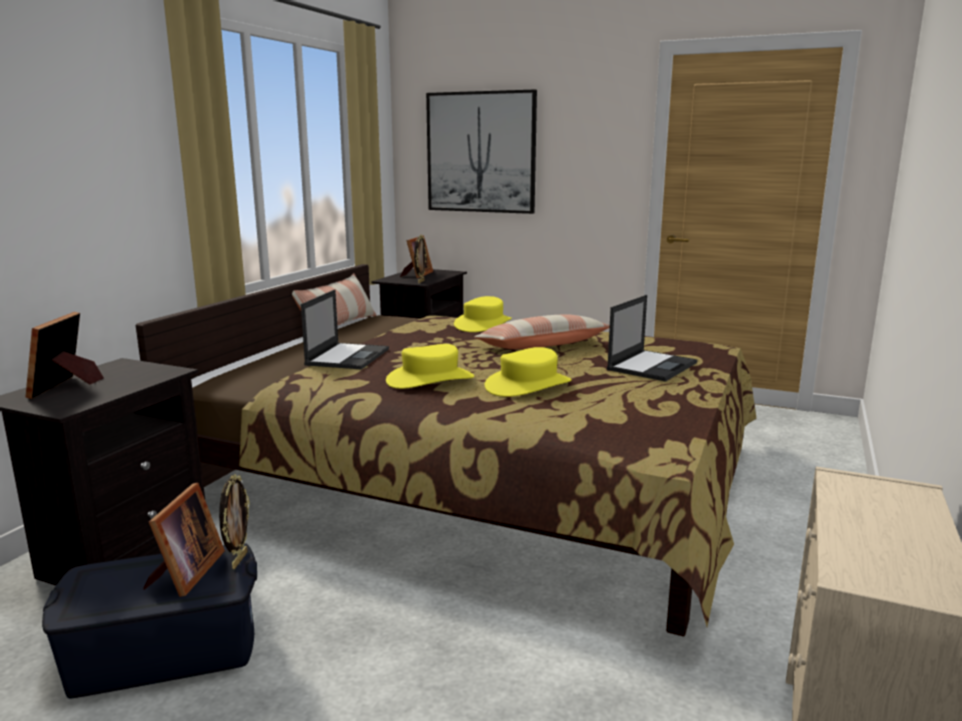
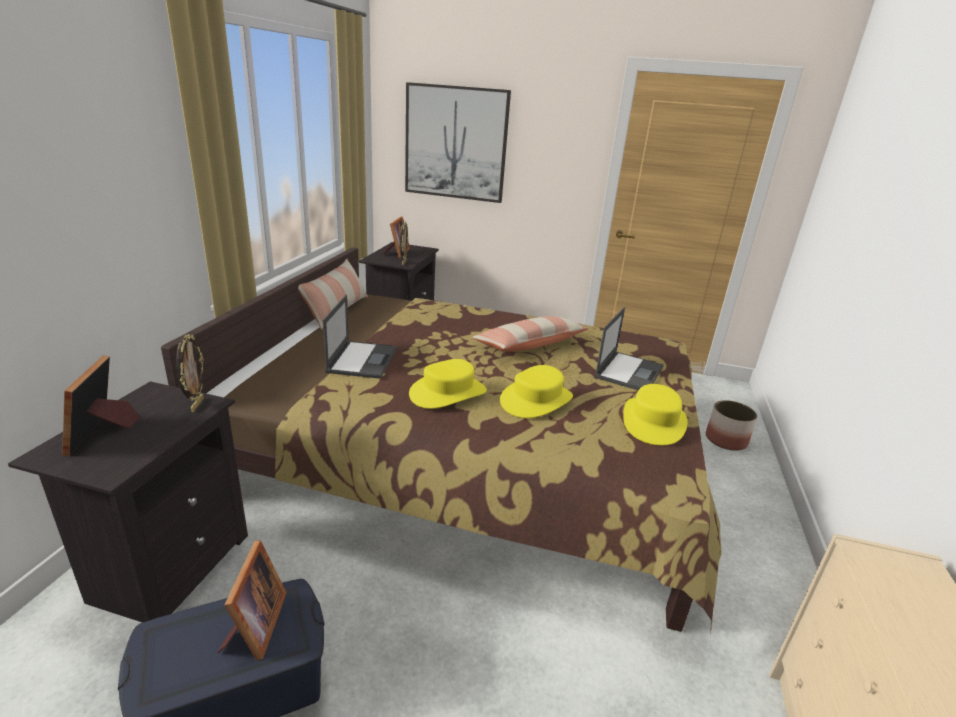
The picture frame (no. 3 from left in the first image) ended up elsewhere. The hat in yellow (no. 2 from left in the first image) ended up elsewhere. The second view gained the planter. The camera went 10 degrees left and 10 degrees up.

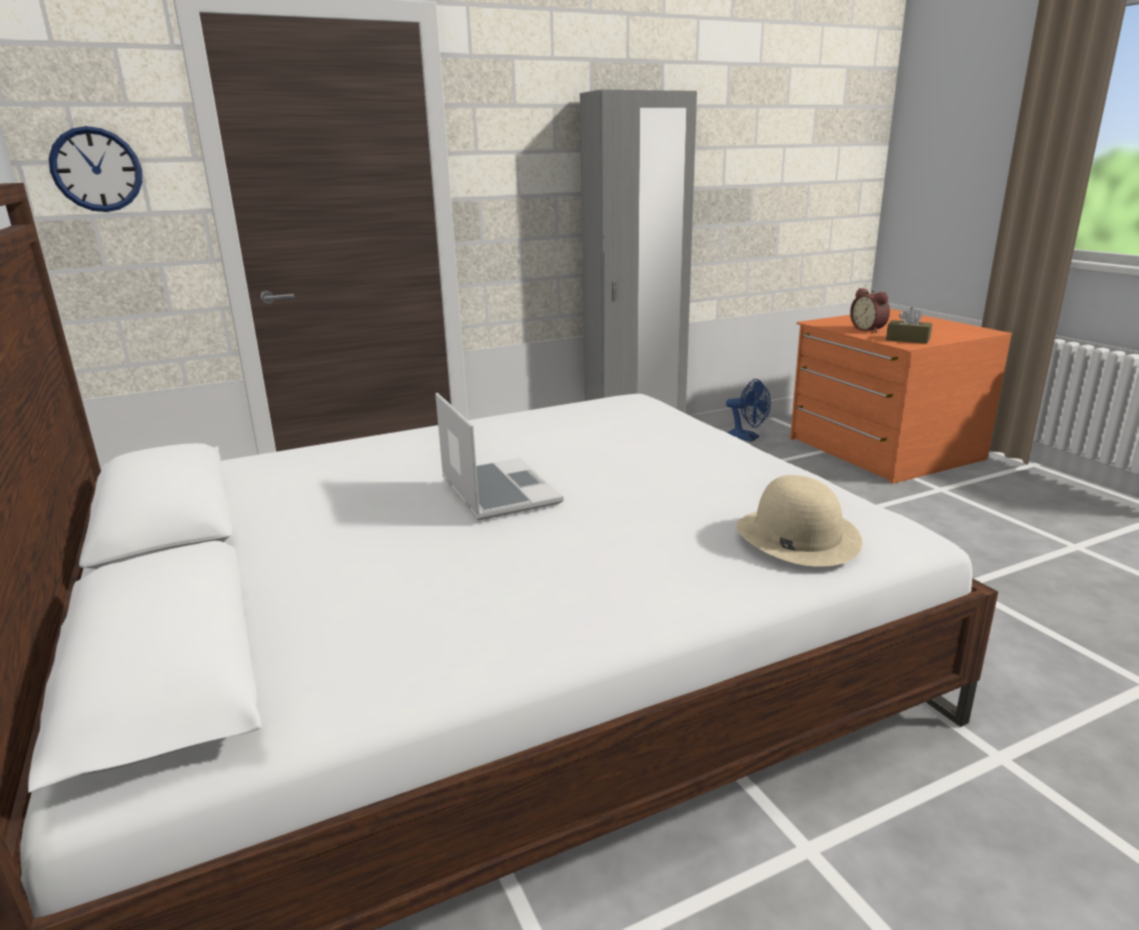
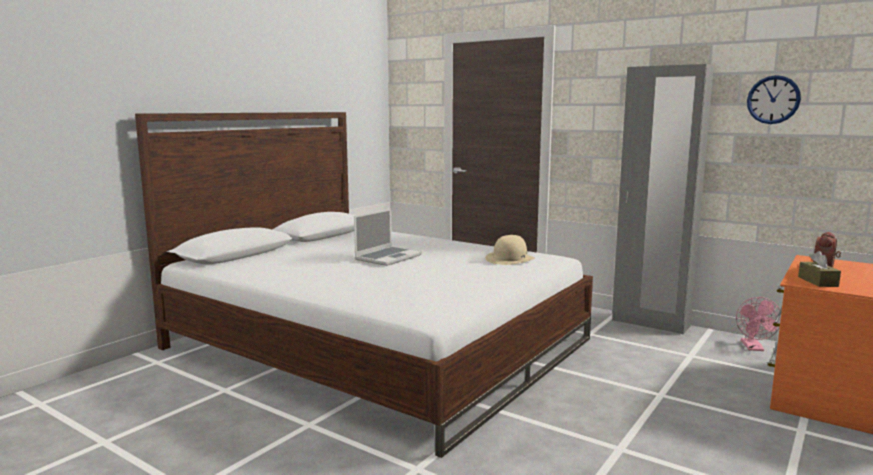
The wall clock ended up elsewhere. What was the fan in blue turned into the fan in pink. The hat in beige ended up elsewhere. The camera went 60 degrees right and 10 degrees down.

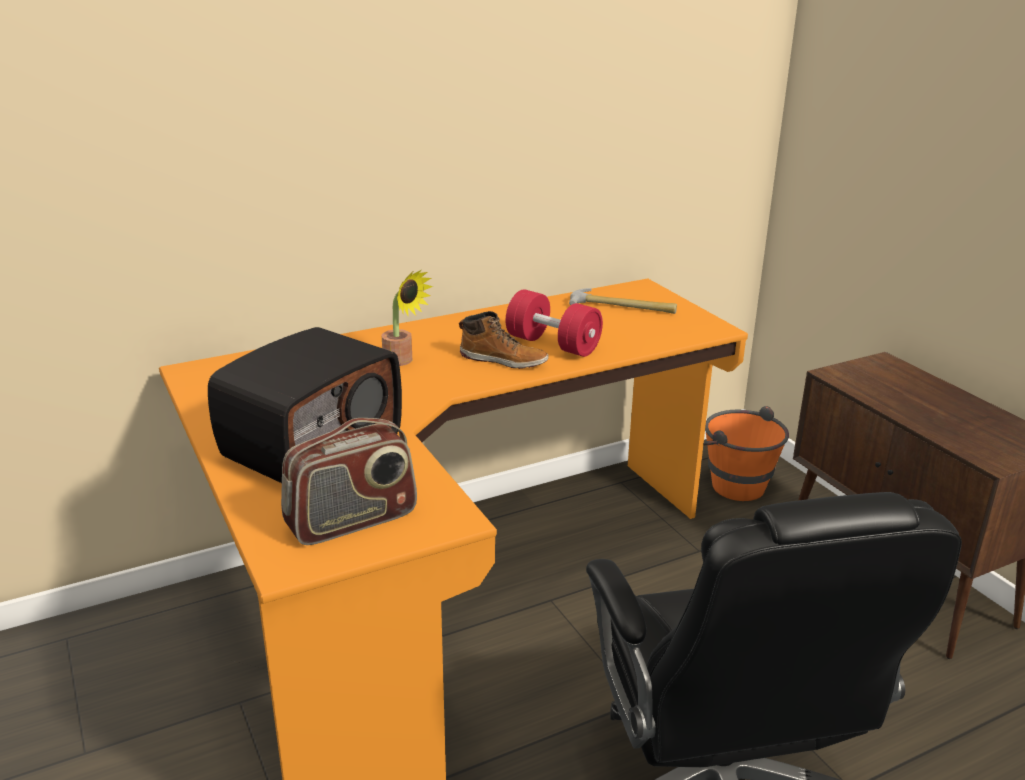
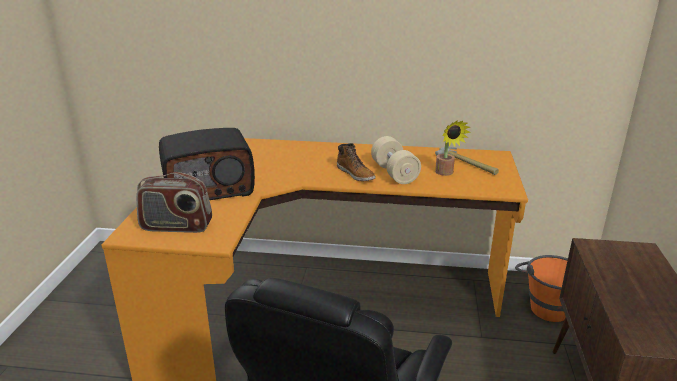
The potted plant ended up elsewhere. What was the dumbbell in red turned into the dumbbell in beige. The camera went 35 degrees right and 0 degrees up.

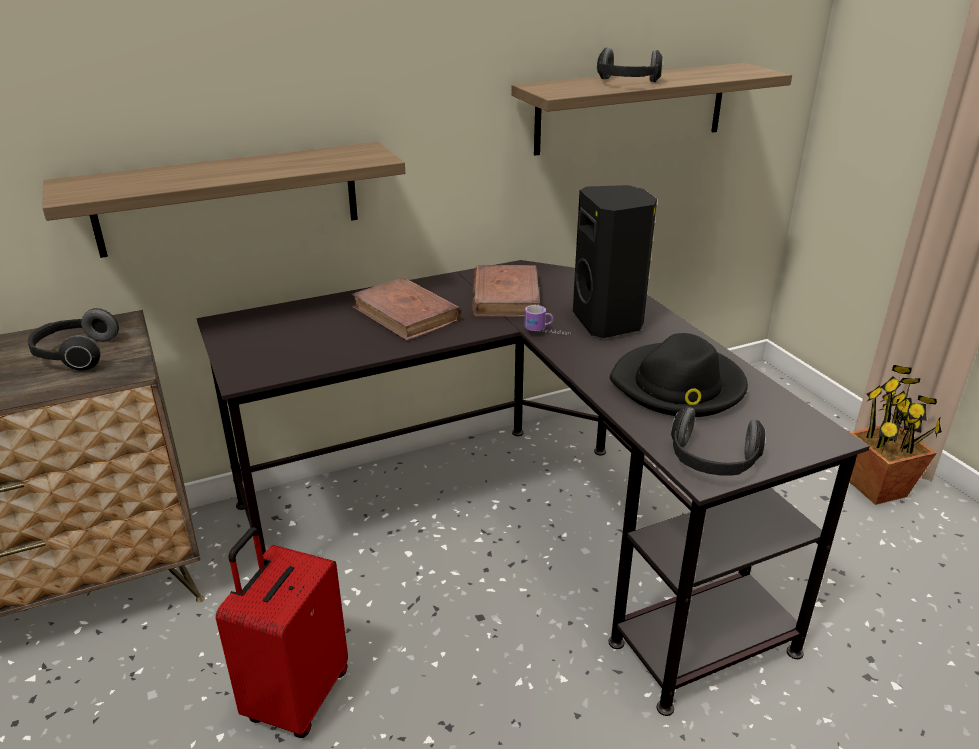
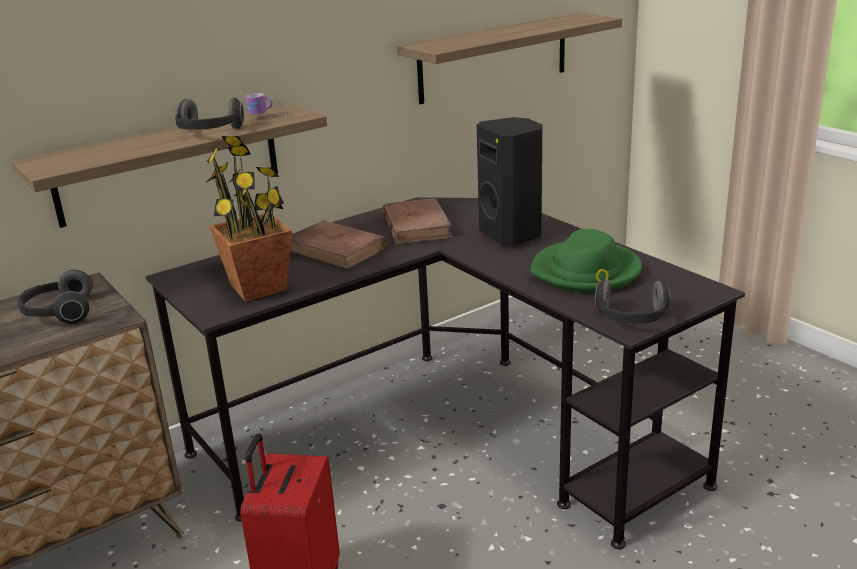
The mug ended up elsewhere. The headphones (no. 2 from left) ended up elsewhere. What was the hat in black turned into the hat in green. The potted plant ended up elsewhere. The camera went 10 degrees left and 5 degrees down.

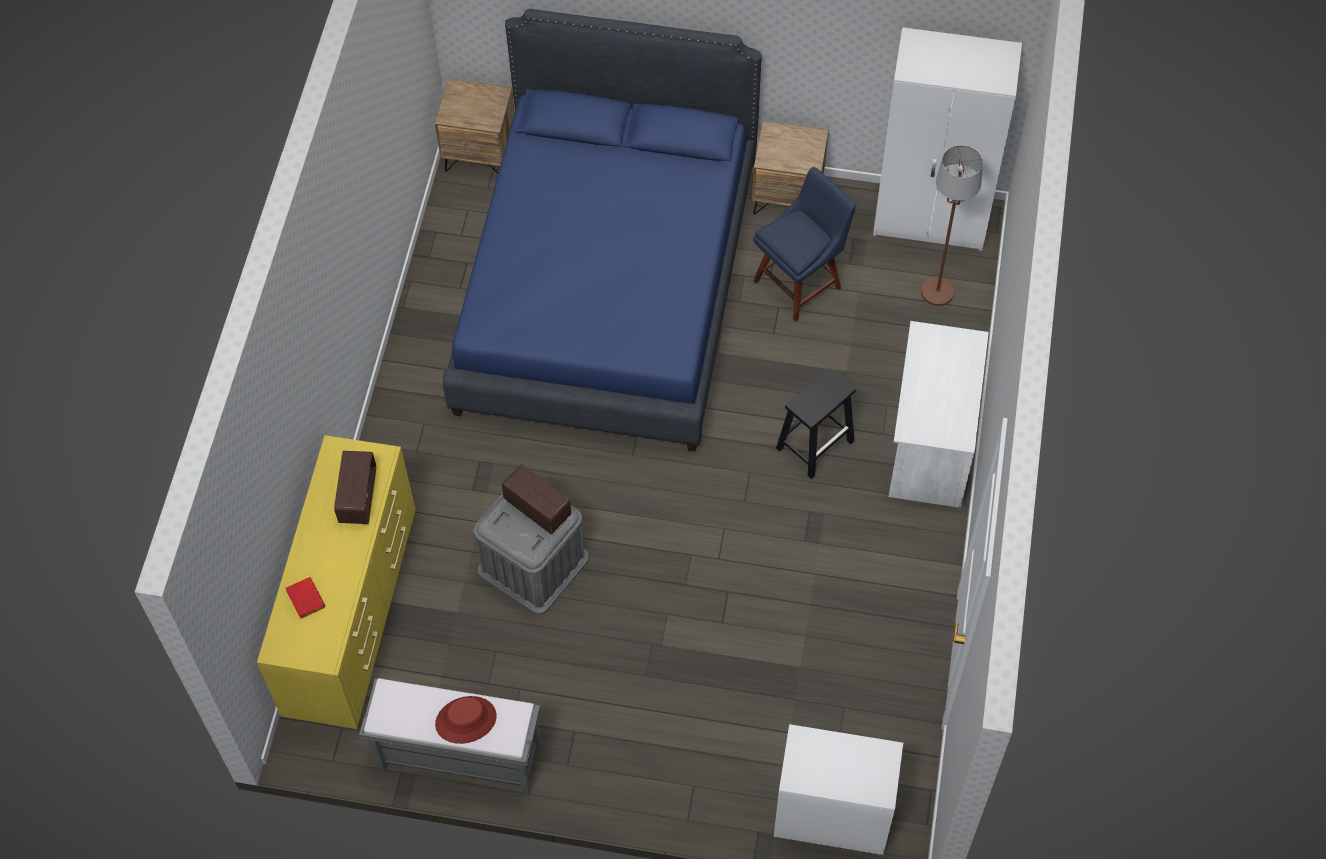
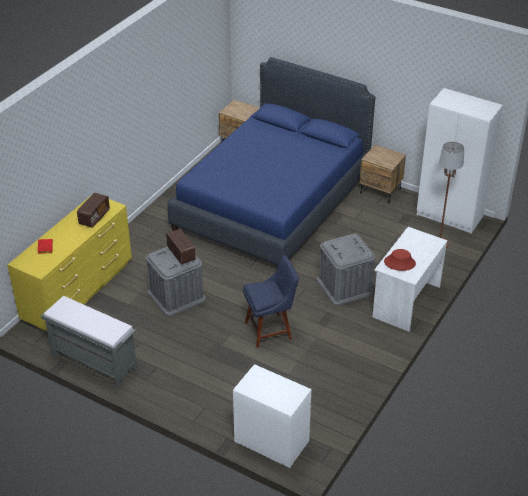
The hat in red ended up elsewhere. The chair in blue ended up elsewhere. Where the stool in black stood, the storage box in grey (no. 2 from left) came to stand. The camera went 20 degrees right and 20 degrees down.

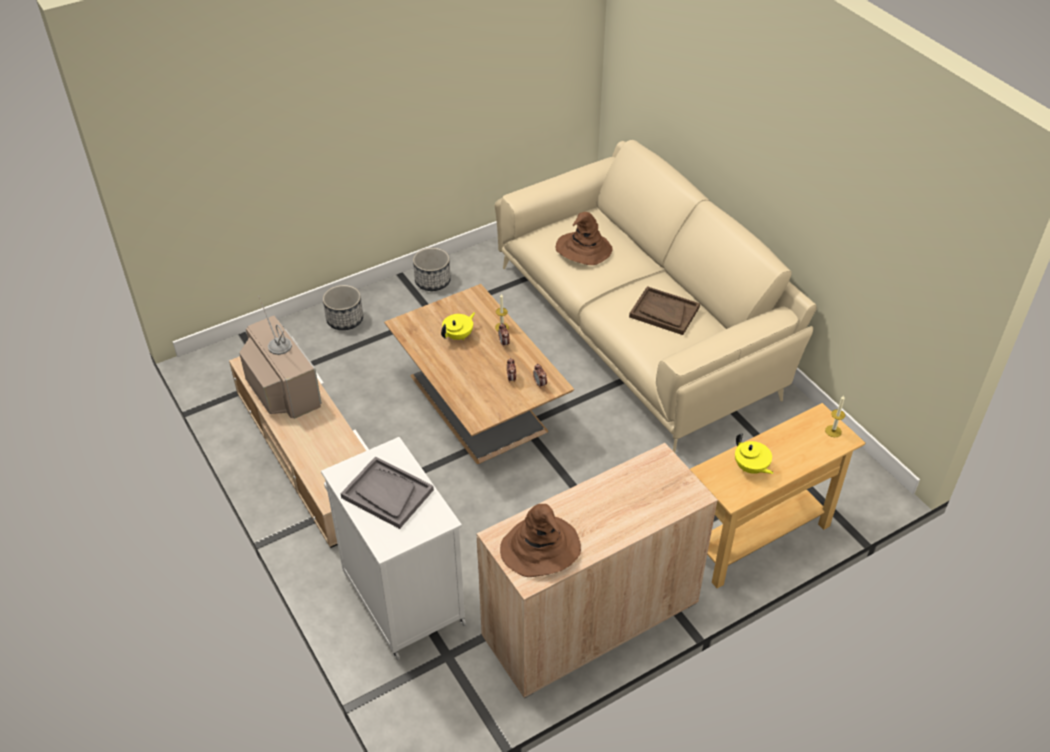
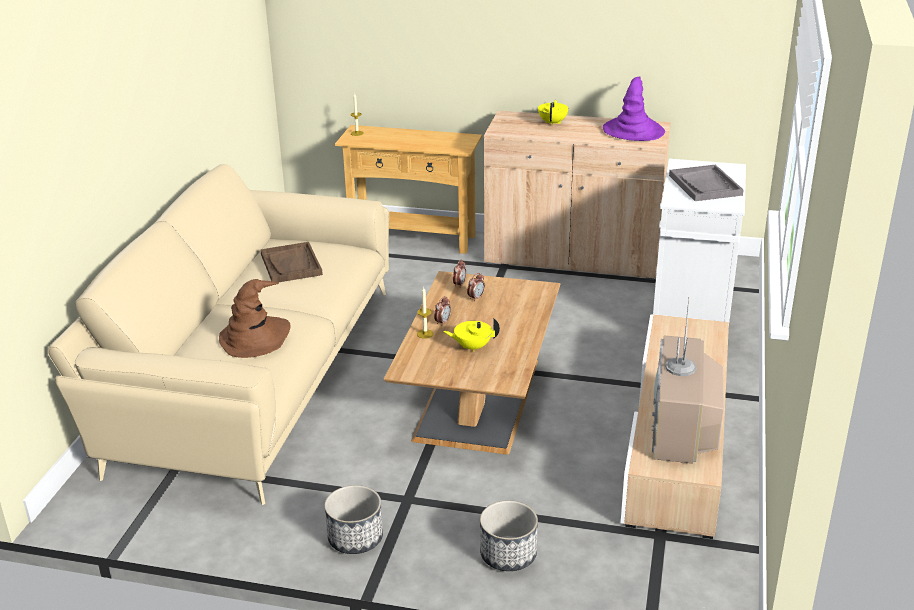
What was the hat in brown (no. 1 from left) turned into the hat in purple. The teapot in yellow (no. 2 from left) ended up elsewhere. The camera went 135 degrees left and 15 degrees down.

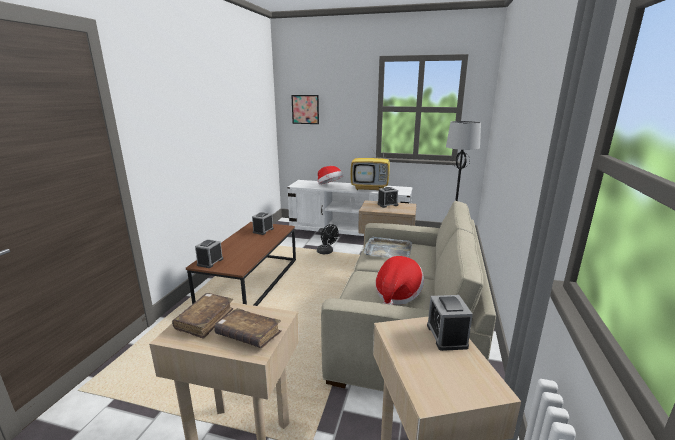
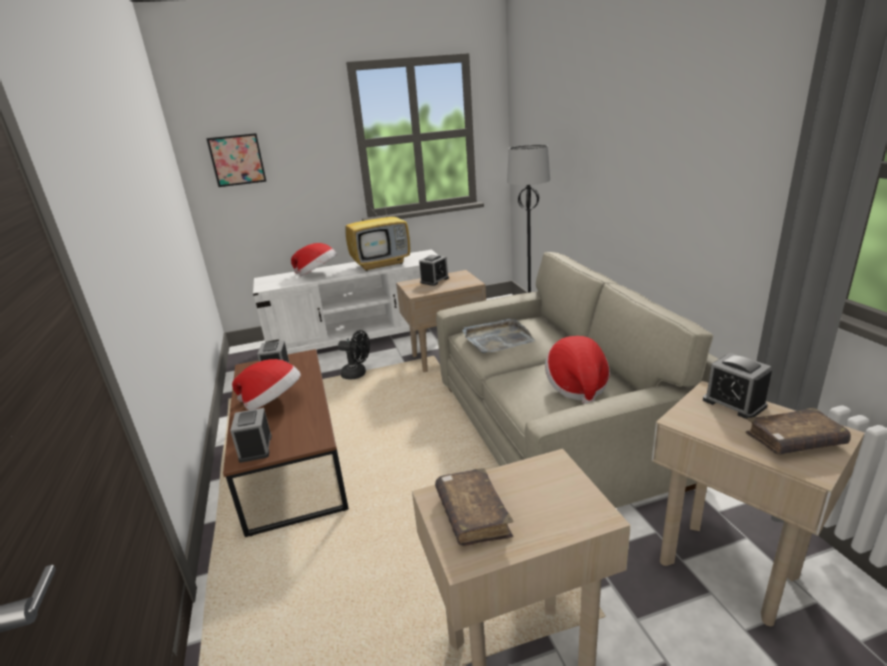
The book in brown (no. 2 from left) ended up elsewhere. The second view gained the hat (no. 1 from left). The camera went 30 degrees left and 5 degrees up.

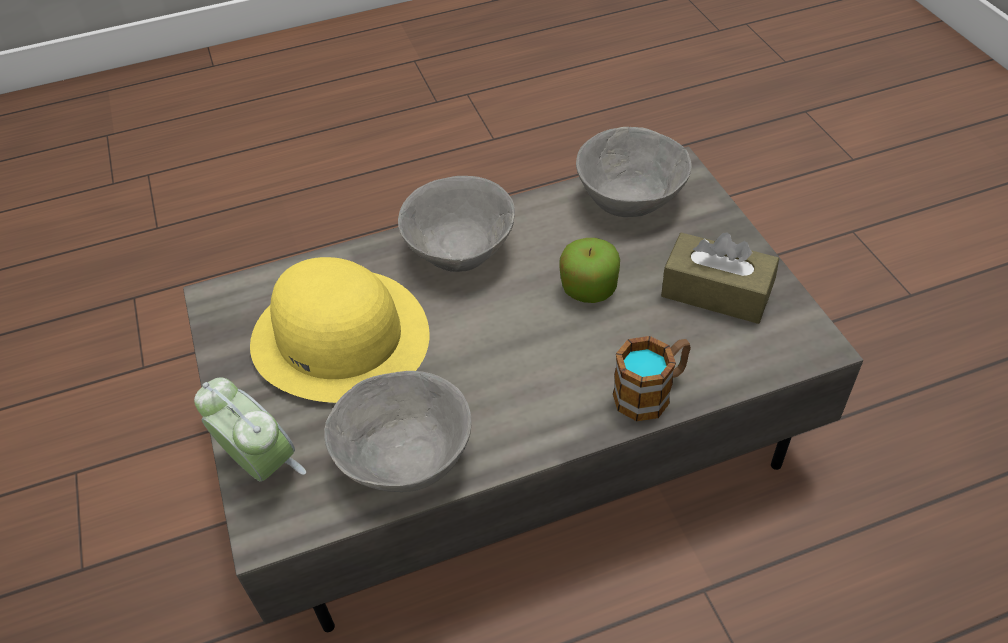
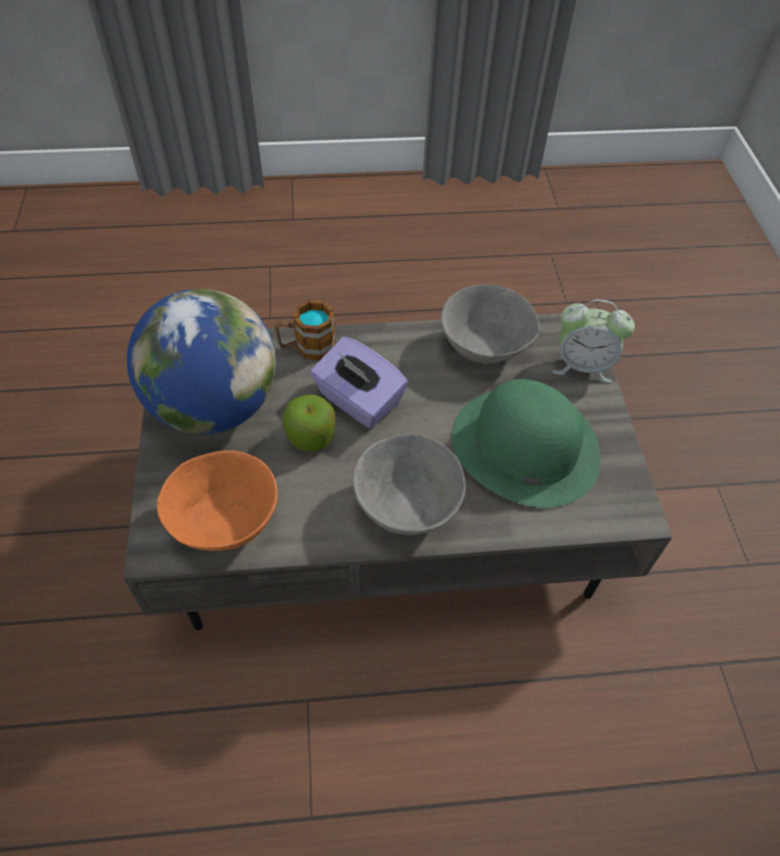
The alarm clock ended up facing another way, 45 degrees counterclockwise from before. What was the hat in yellow turned into the hat in green. What was the bowl in grey (no. 3 from left) turned into the bowl in orange. Where the tissue box in brown stood, the globe came to stand. The second view gained the tissue box in purple. The camera went 170 degrees left and 5 degrees up.

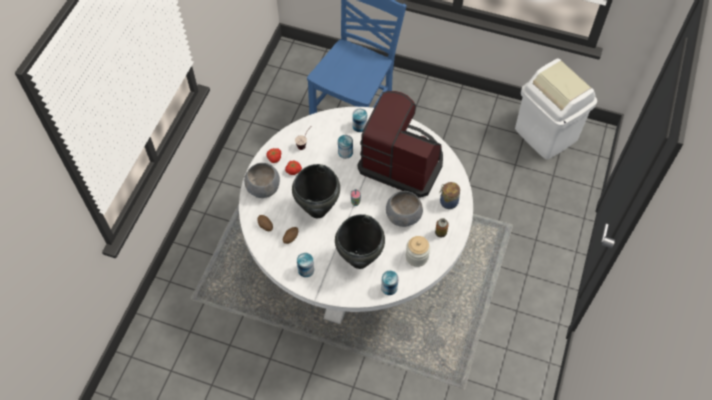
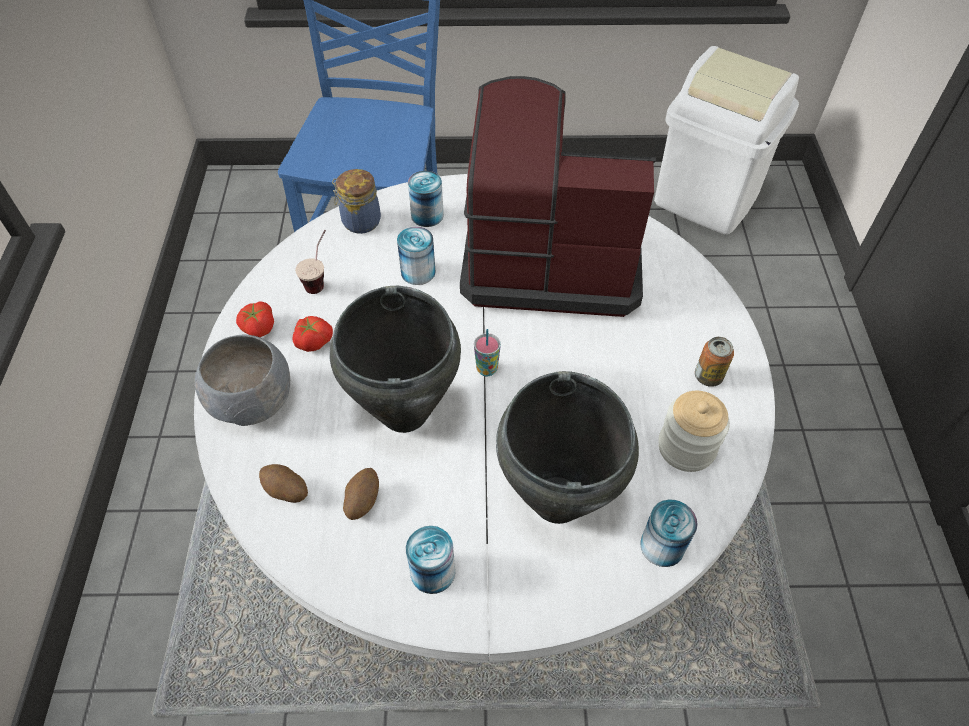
The second view lost the bowl in grey (no. 2 from left). The jar (no. 2 from left in the first image) ended up elsewhere. The camera went 20 degrees left and 5 degrees down.

